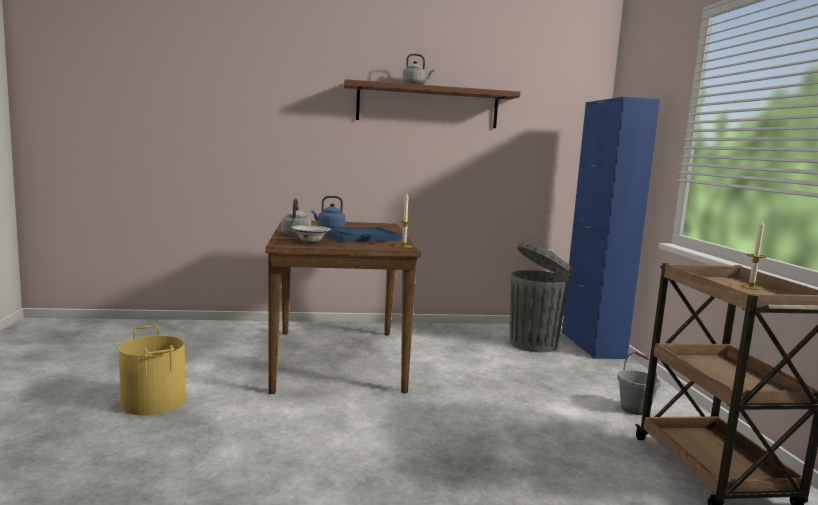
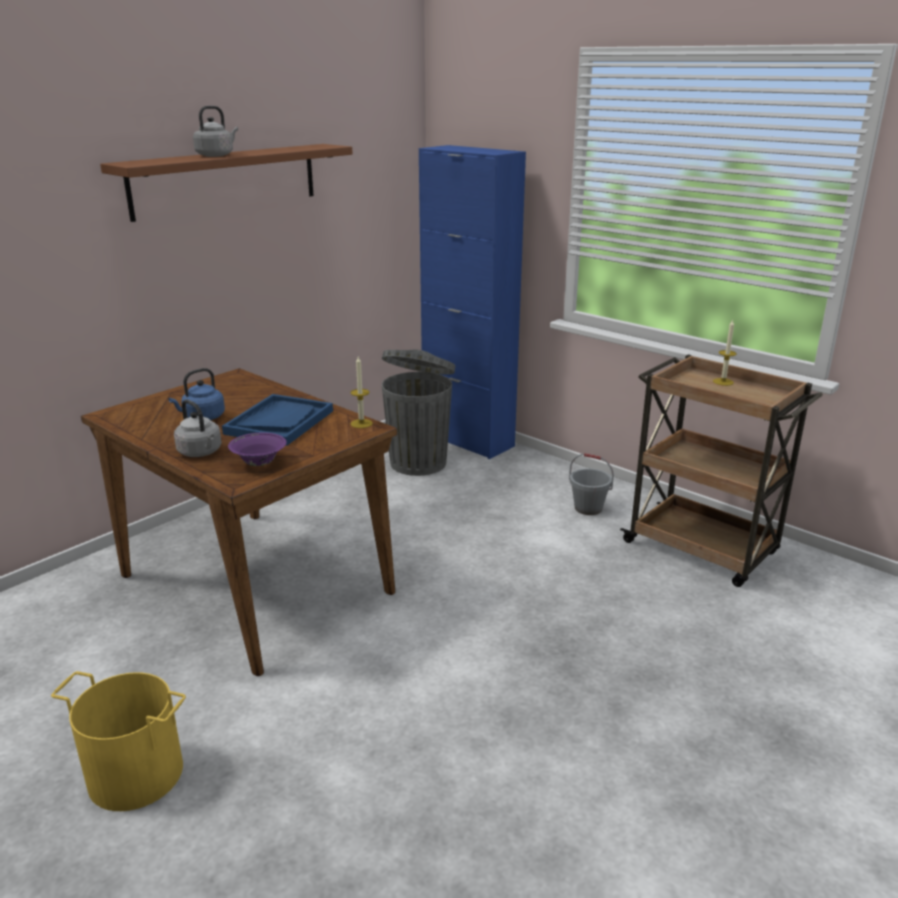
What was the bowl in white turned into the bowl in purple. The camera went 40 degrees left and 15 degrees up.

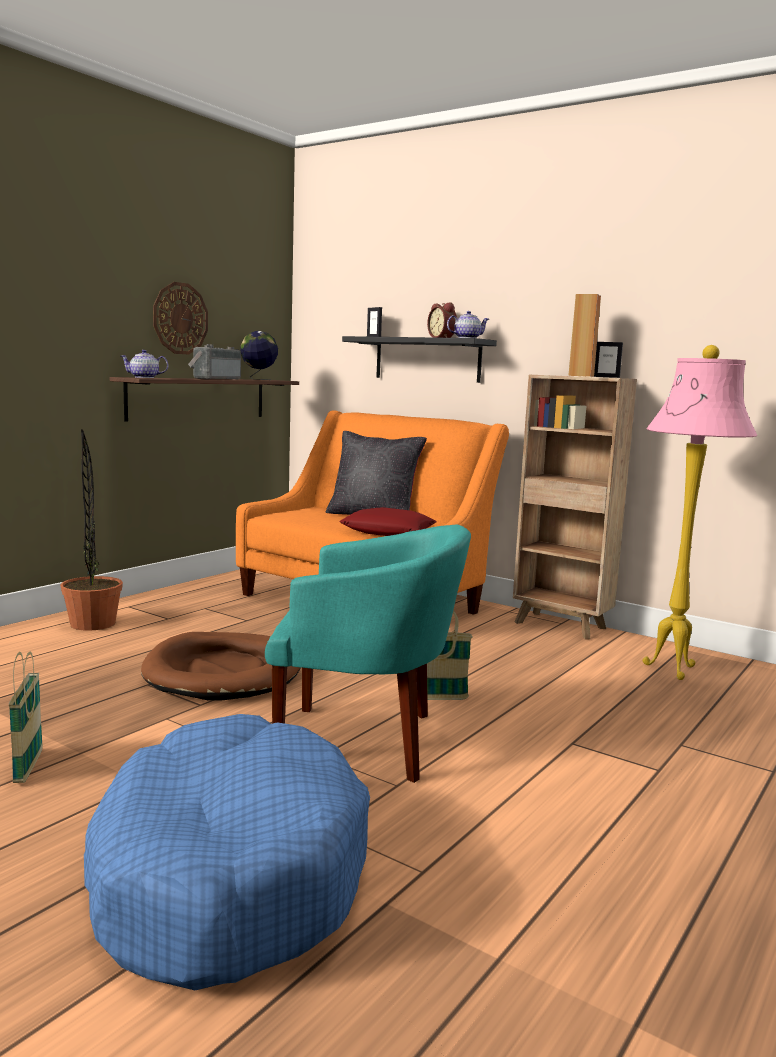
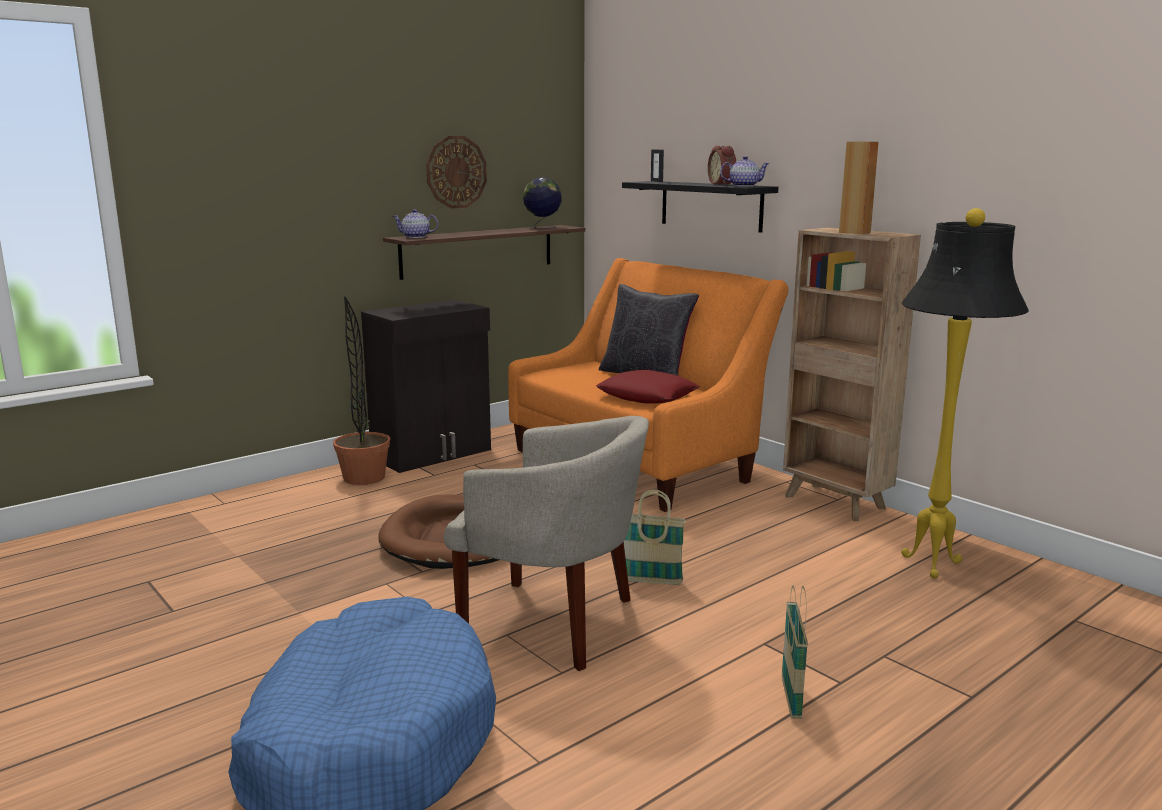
The basket (no. 1 from left in the first image) ended up elsewhere. The second view lost the radio. What was the armchair in turquoise turned into the armchair in beige. The second view lost the picture frame (no. 2 from left). What was the floor lamp in pink turned into the floor lamp in black. The second view gained the cabinet in black. The camera went 15 degrees right and 5 degrees up.

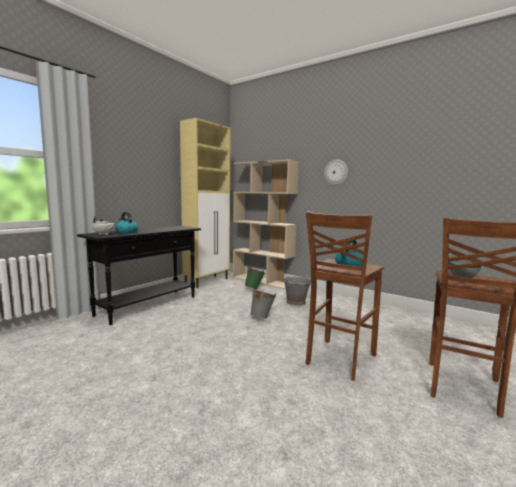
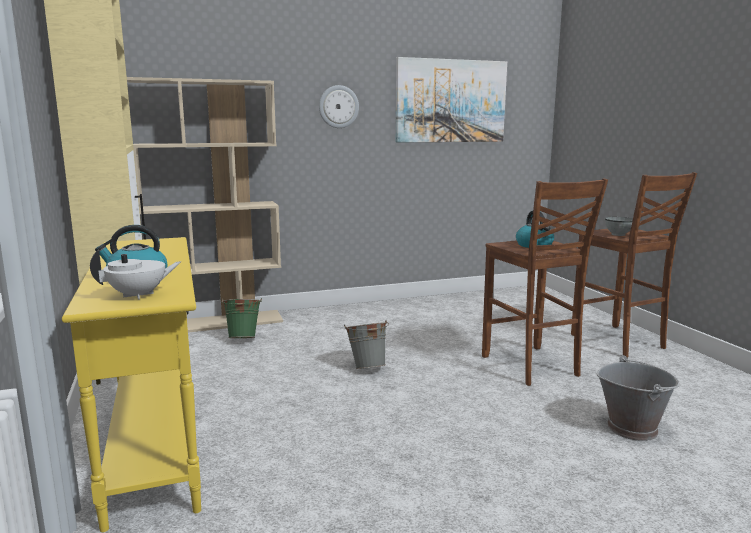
What was the console table in black turned into the console table in yellow. The bucket in grey (no. 2 from left) ended up elsewhere. The second view gained the picture. The camera went 55 degrees left and 5 degrees up.

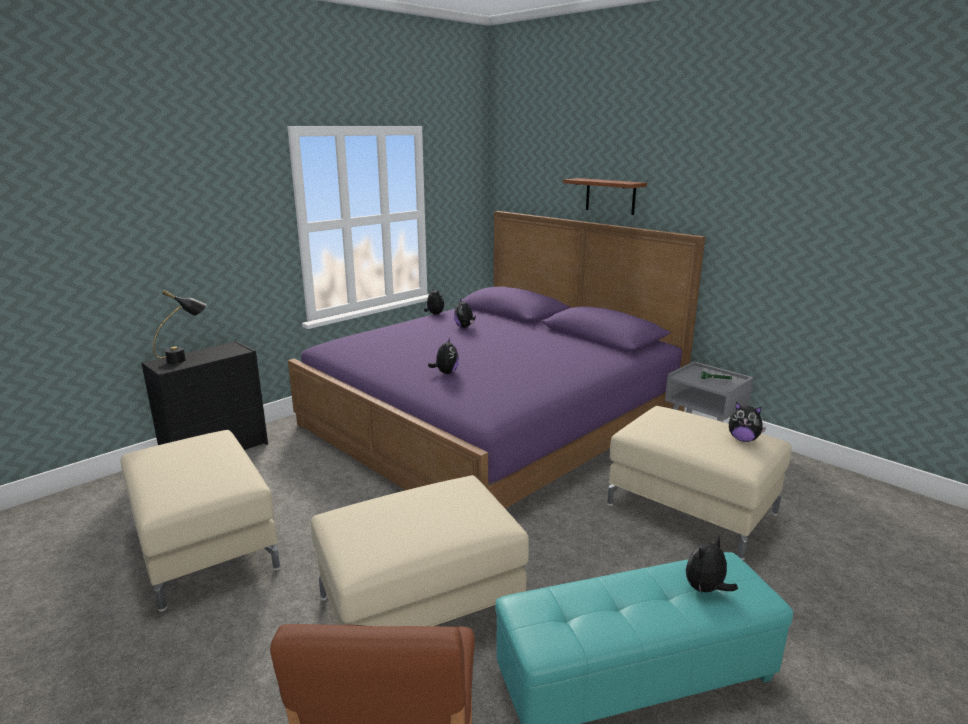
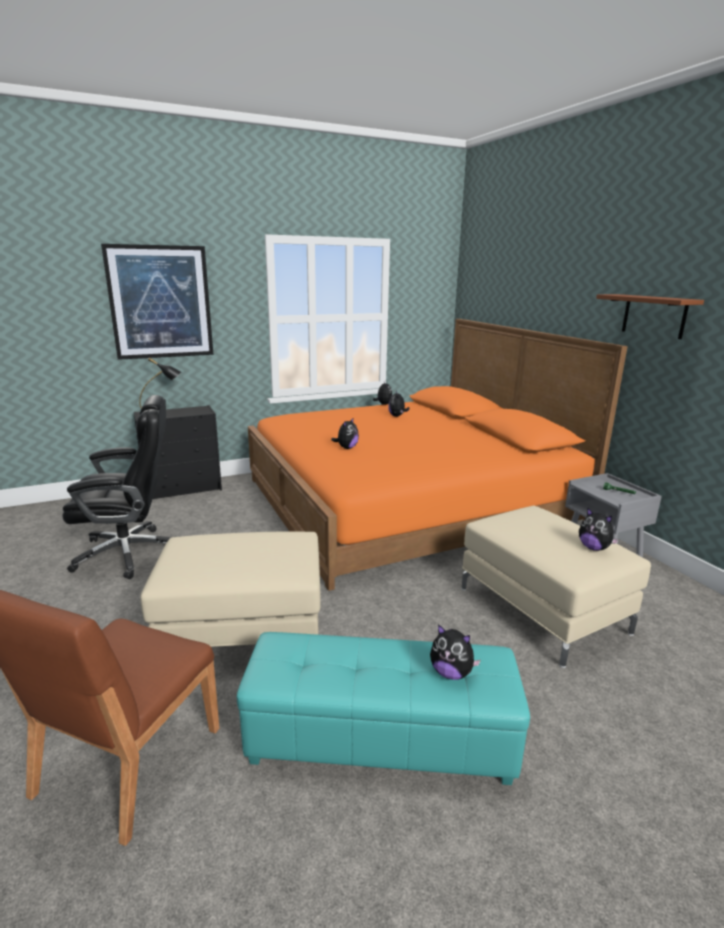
Where the ottoman in beige (no. 1 from left) stood, the office chair in black came to stand. What was the bed in purple turned into the bed in orange. The shelf in brown ended up elsewhere. The plush toy (no. 4 from left) ended up facing another way, 135 degrees counterclockwise from before. The second view gained the picture. The camera went 20 degrees right and 0 degrees up.

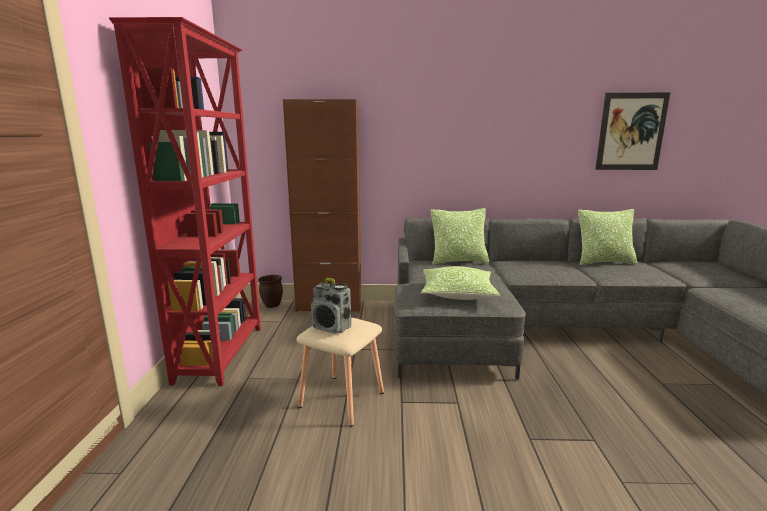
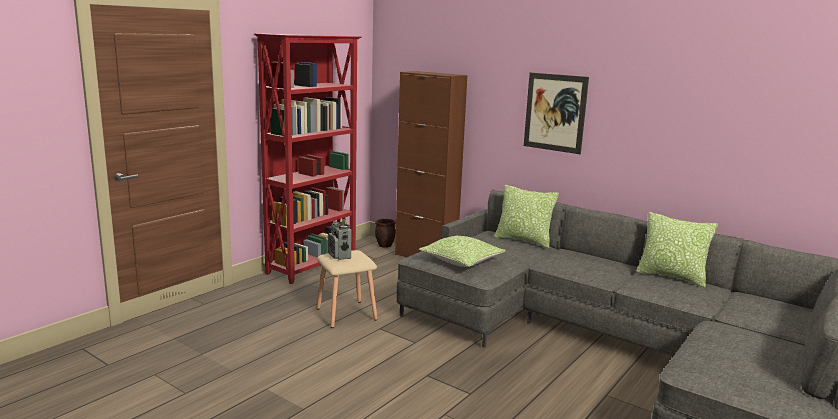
The picture ended up elsewhere. The camera went 35 degrees right and 0 degrees up.

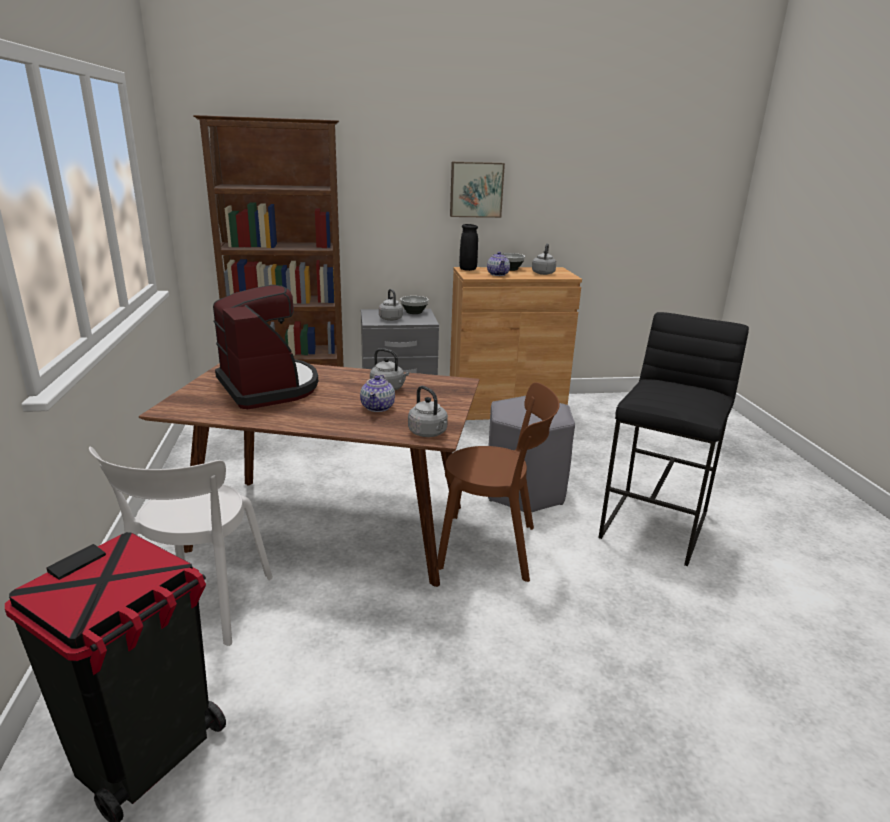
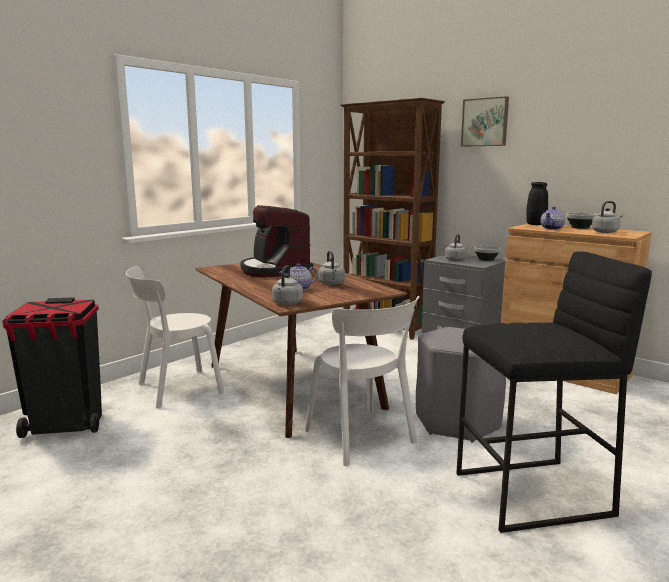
The coffee machine ended up facing another way, 135 degrees clockwise from before. What was the chair in brown turned into the chair in white (no. 2 from left). The picture ended up elsewhere. The camera went 50 degrees right and 10 degrees down.

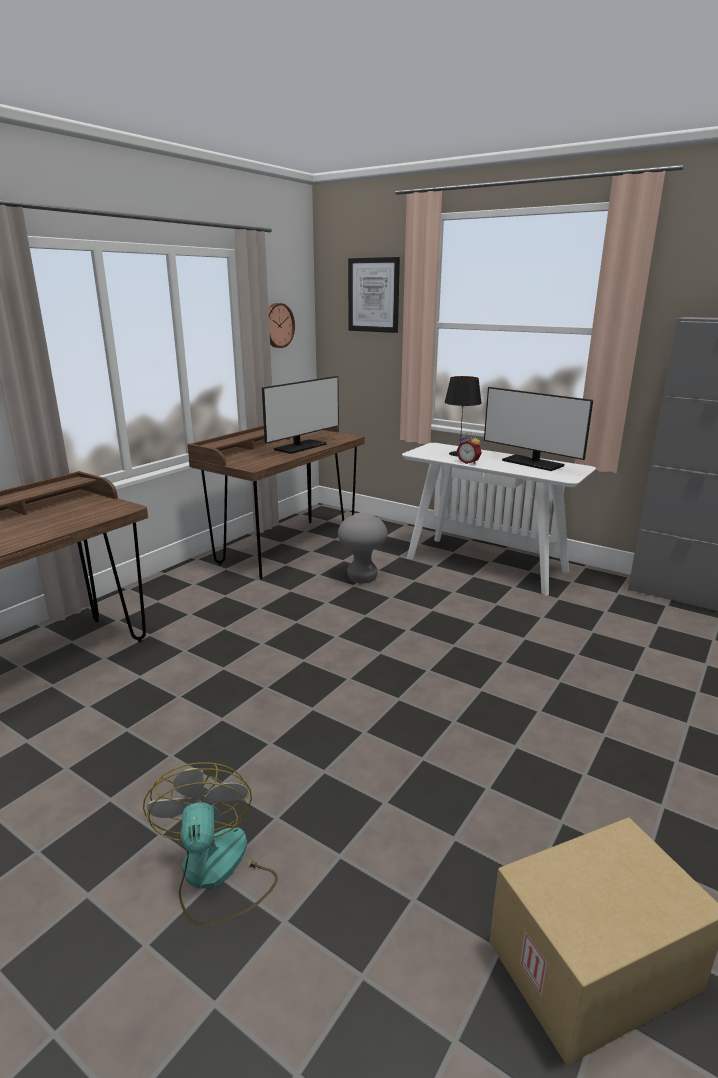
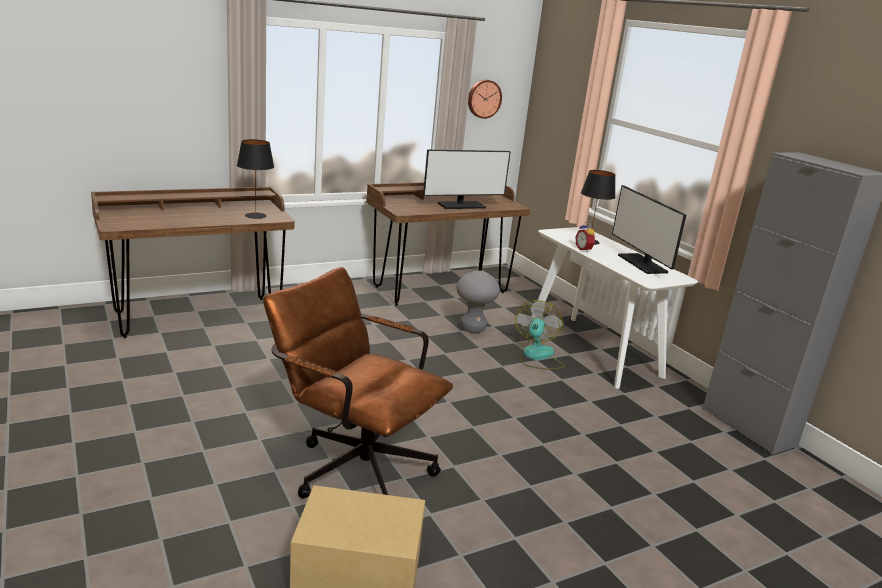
The fan ended up elsewhere. The second view lost the picture. The second view gained the table lamp in black (no. 1 from left). The second view gained the office chair in brown. The camera went 25 degrees right and 0 degrees up.

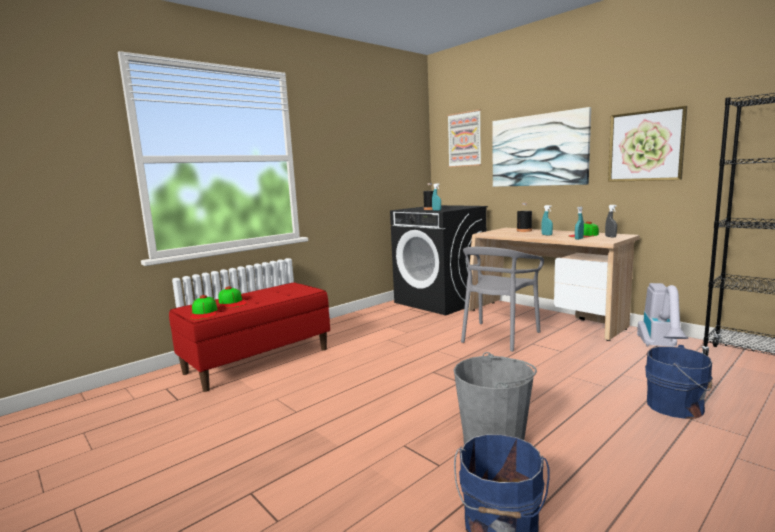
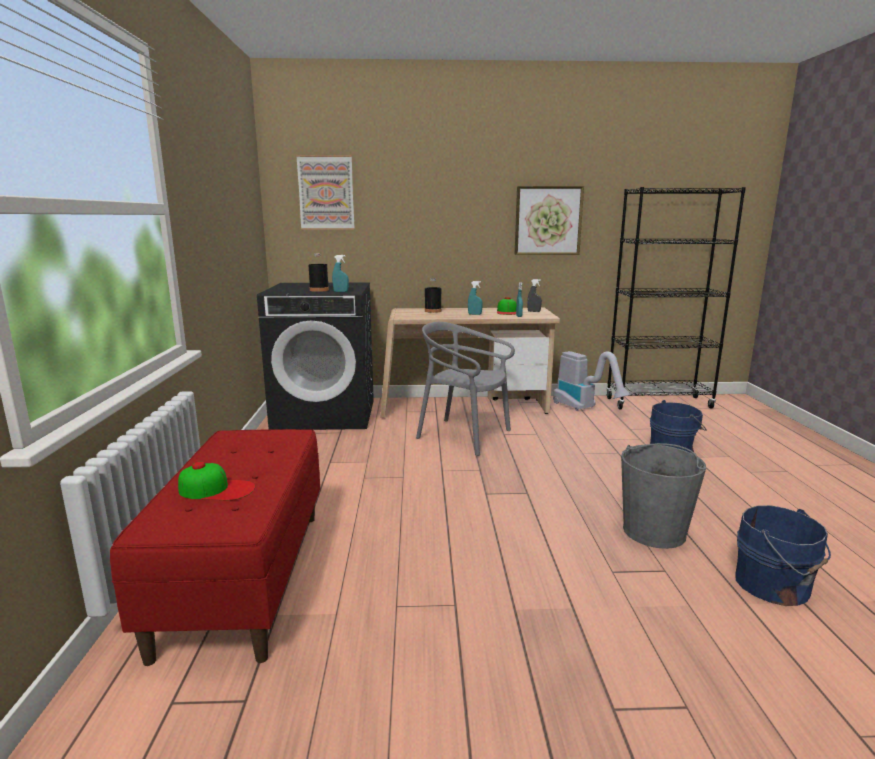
The second view lost the cap (no. 1 from left). The chair in grey ended up facing another way, 135 degrees clockwise from before. The second view lost the picture (no. 2 from left). The camera went 50 degrees left and 5 degrees up.

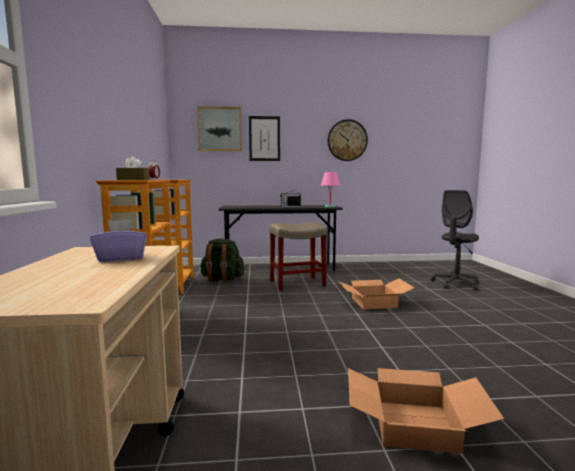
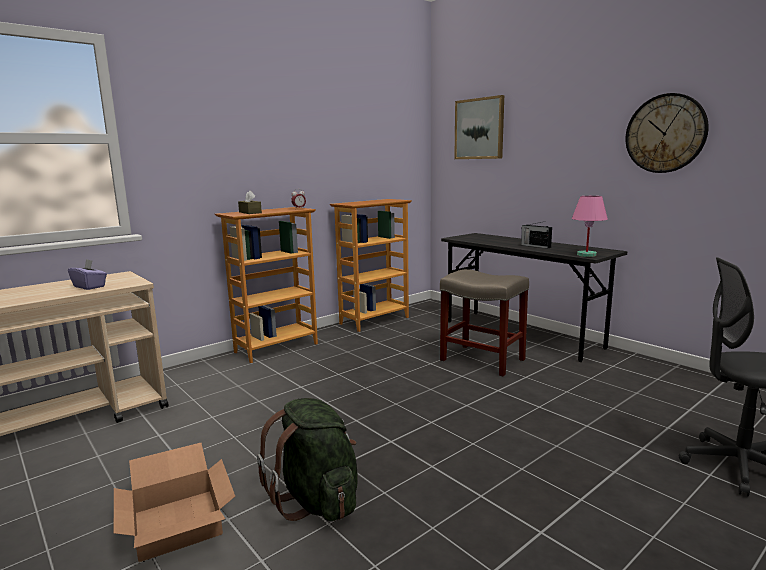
The backpack in green ended up elsewhere. The second view lost the picture (no. 2 from left). The second view lost the cardboard box (no. 1 from left). The camera went 55 degrees right and 5 degrees up.

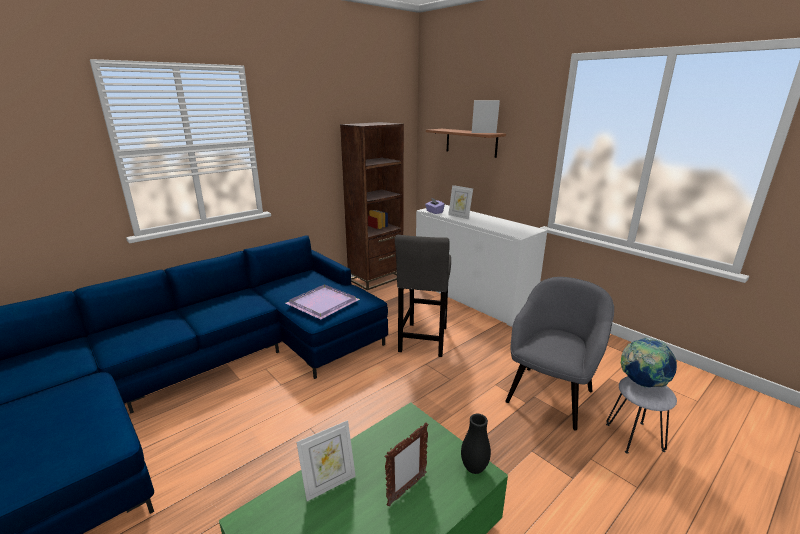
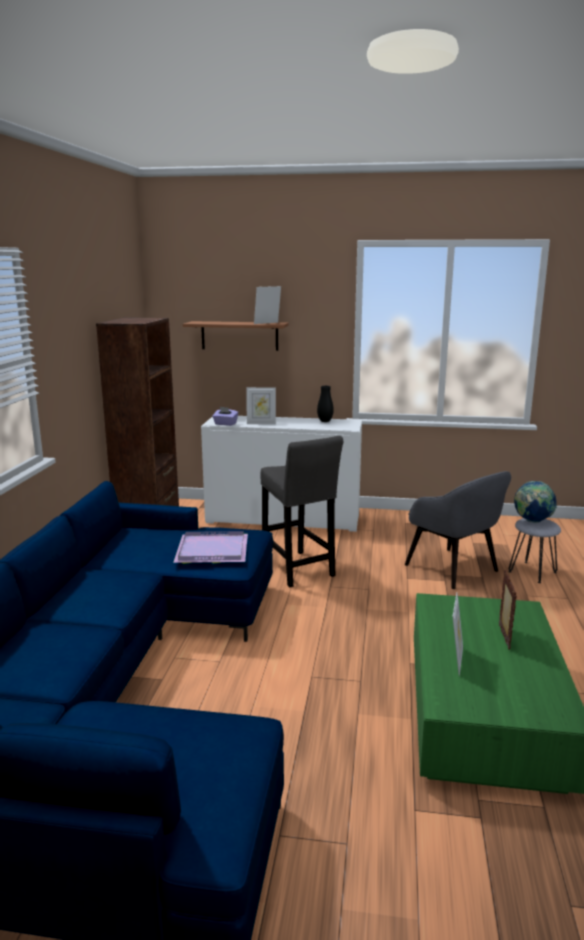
The vase in black ended up elsewhere. The armchair in grey ended up facing another way, 150 degrees clockwise from before. The camera went 40 degrees left and 5 degrees down.

